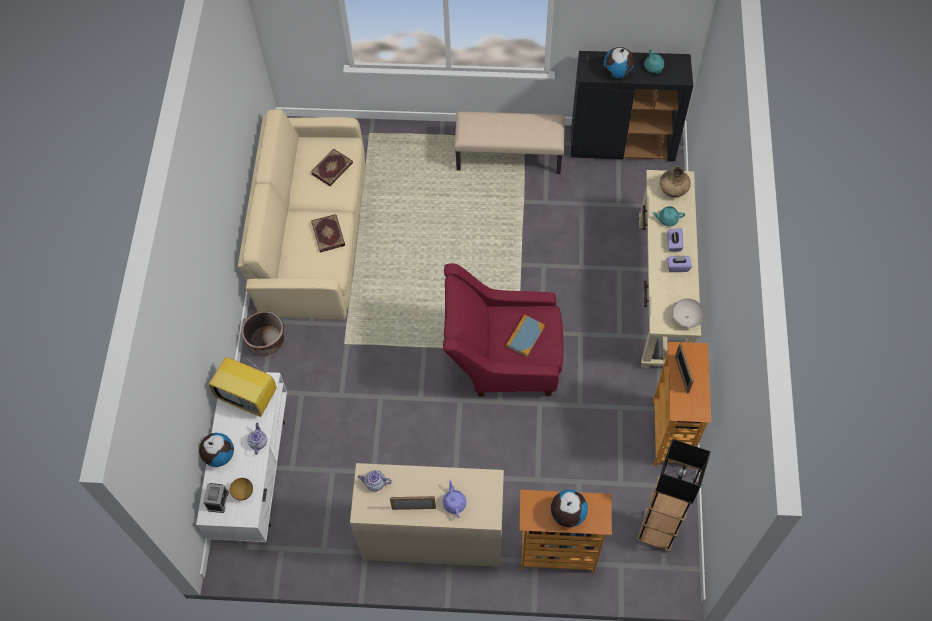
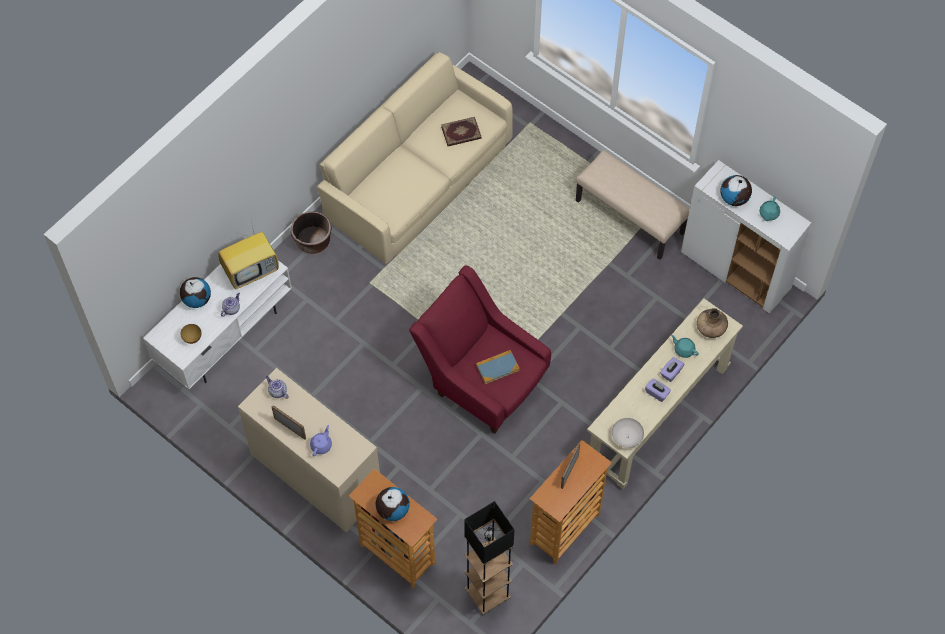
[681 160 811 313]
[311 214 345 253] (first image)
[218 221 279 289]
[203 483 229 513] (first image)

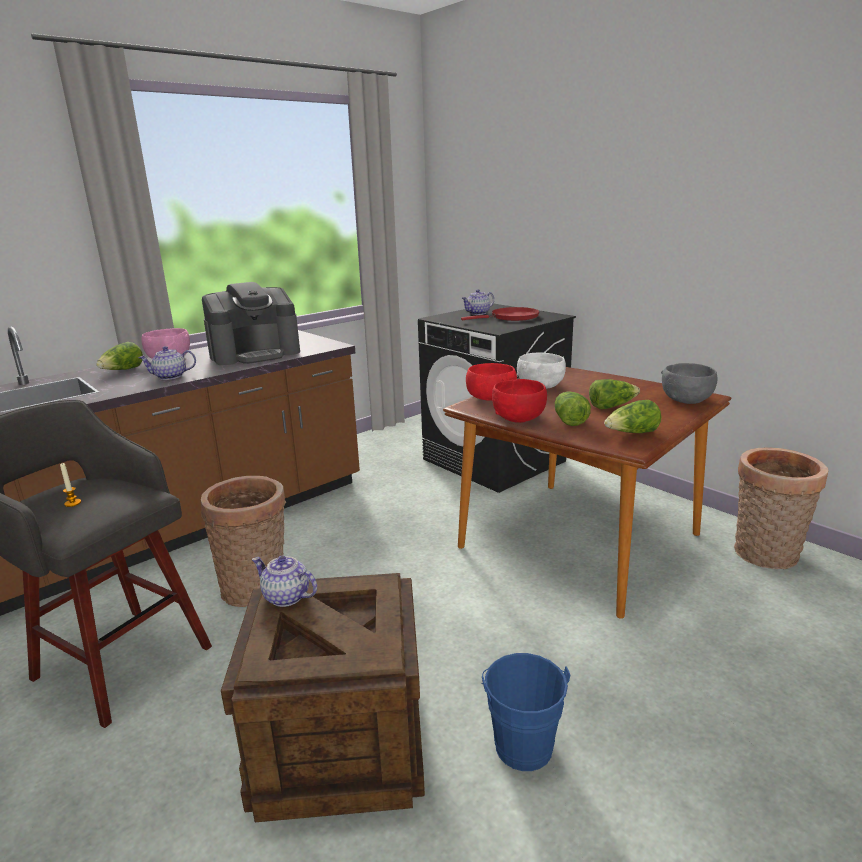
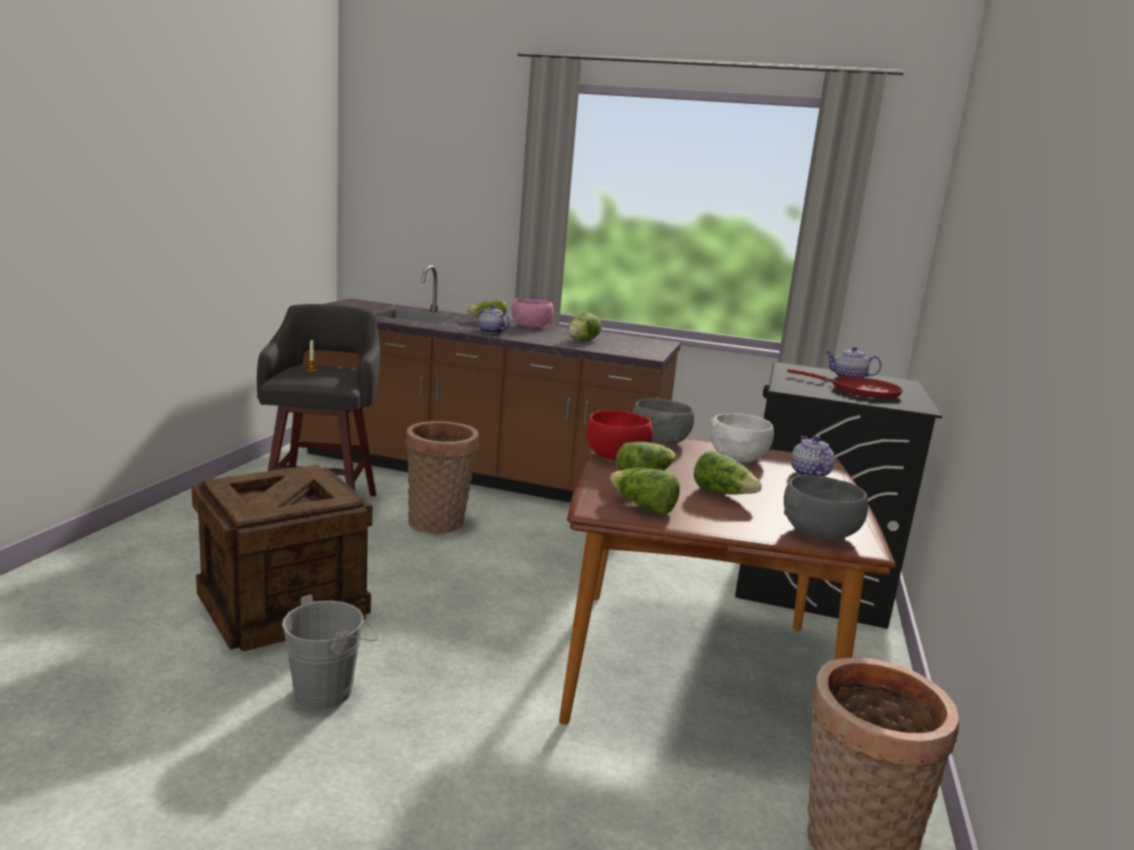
[568 313 602 341]
[632 398 694 445]
[791 436 835 476]
[282 595 378 710]

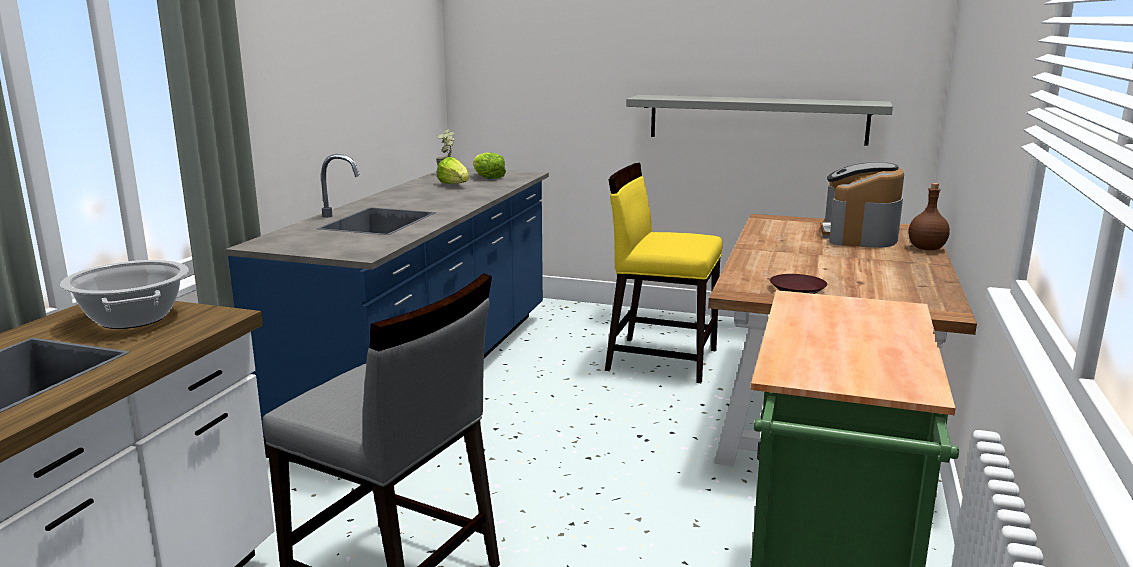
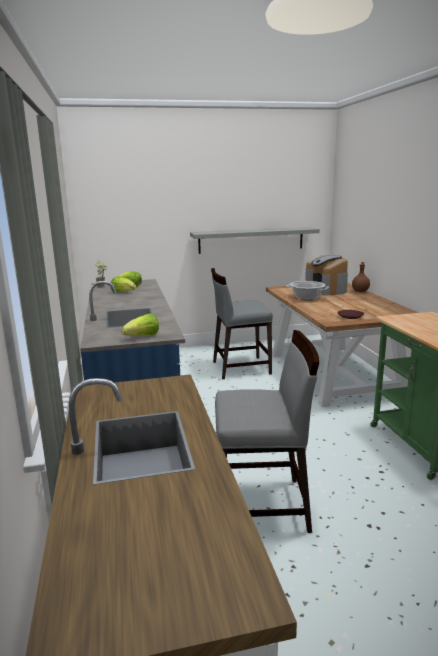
[211 268 273 379]
[287 281 329 300]
[121 313 159 336]

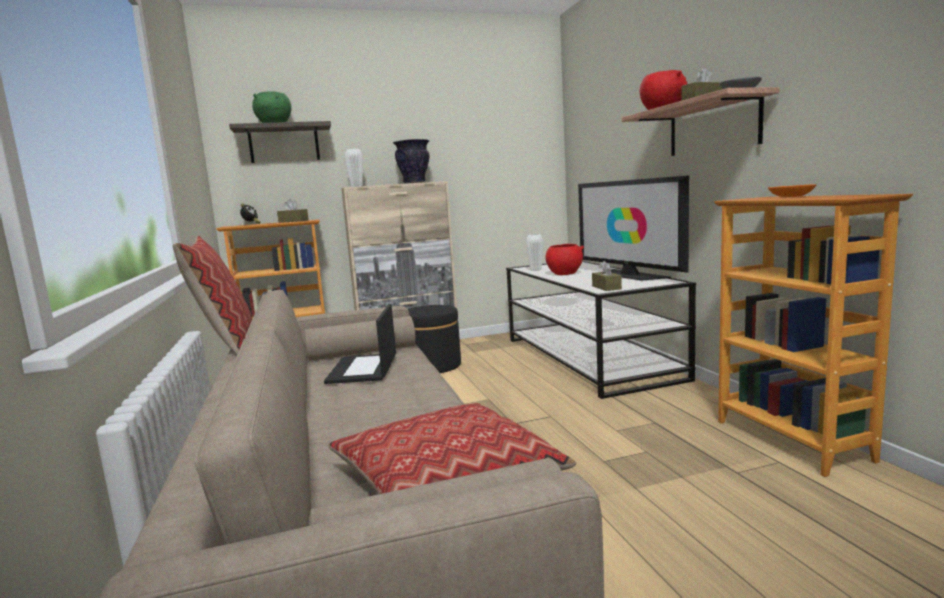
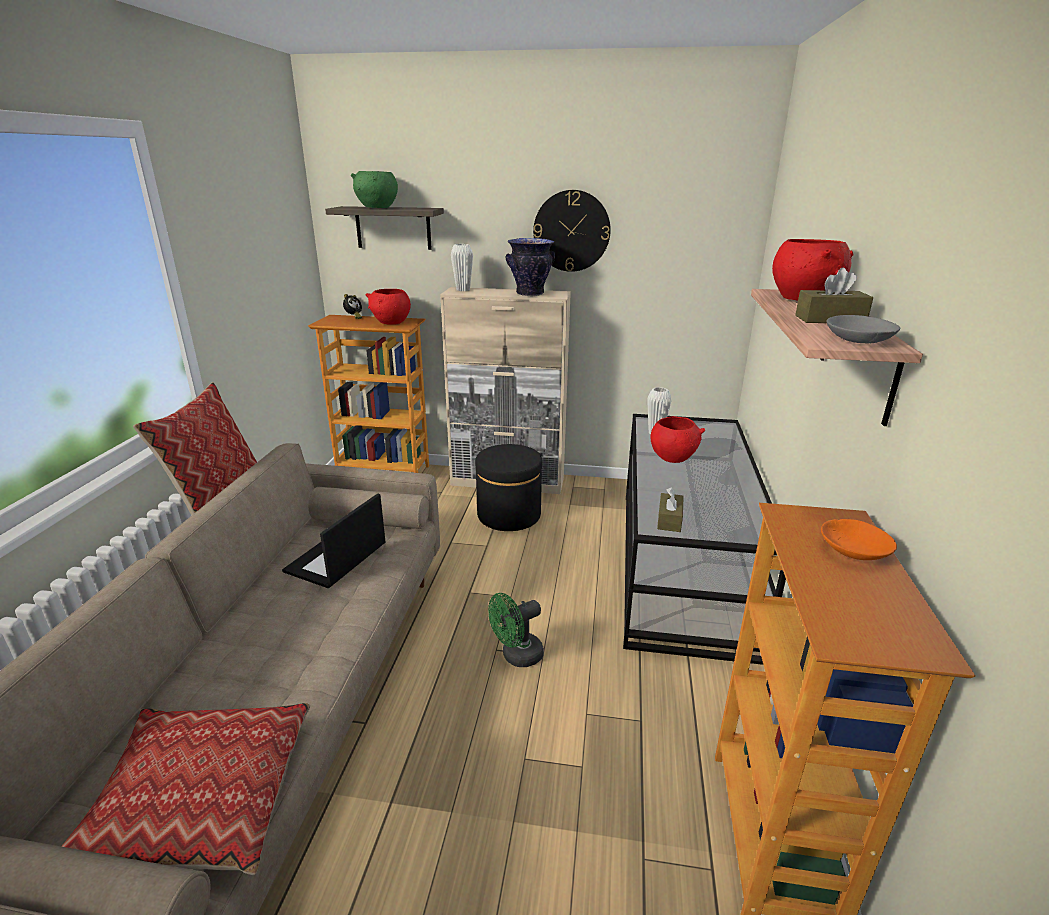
[578 175 689 280] (first image)
[365 289 411 325]
[533 190 611 272]
[488 593 544 667]

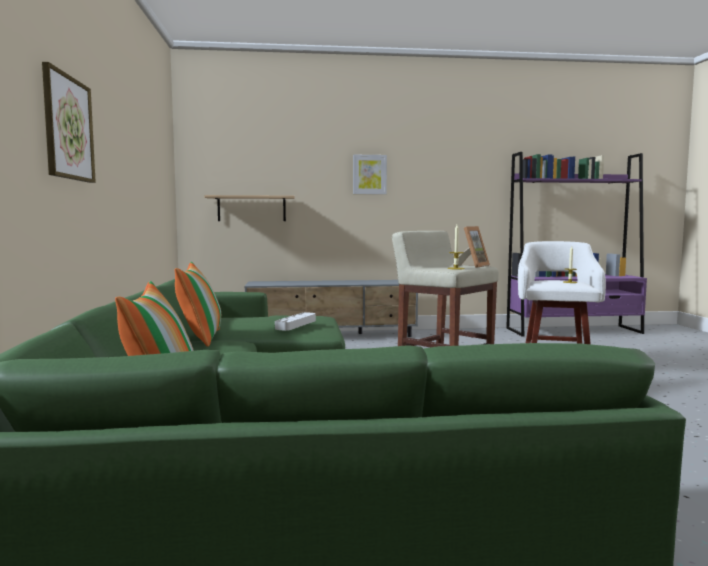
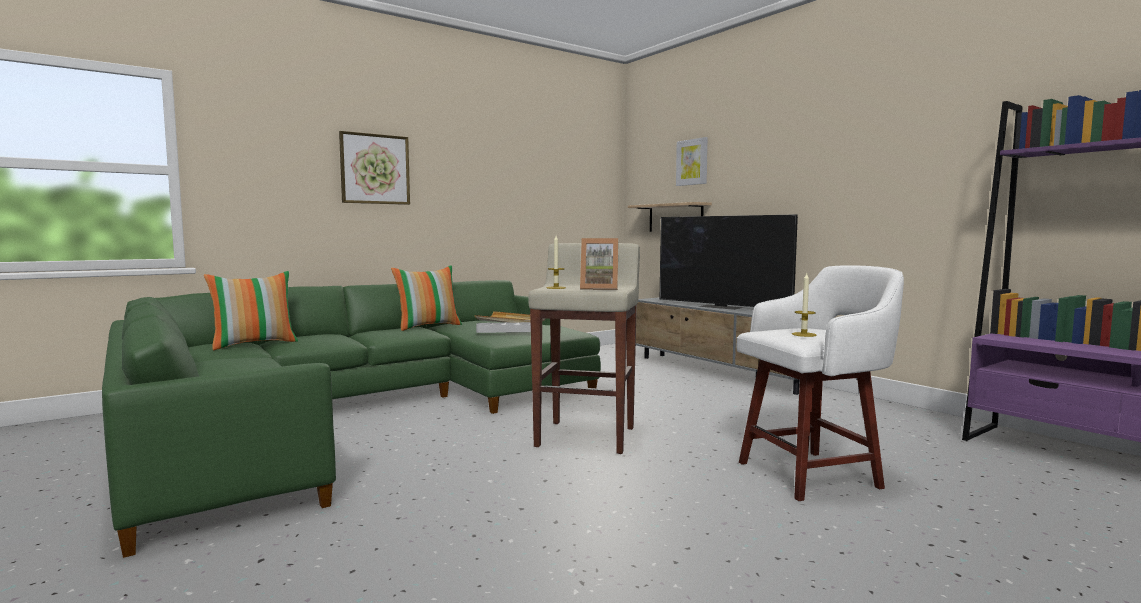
[676 137 708 186]
[660 214 798 310]
[475 311 545 323]

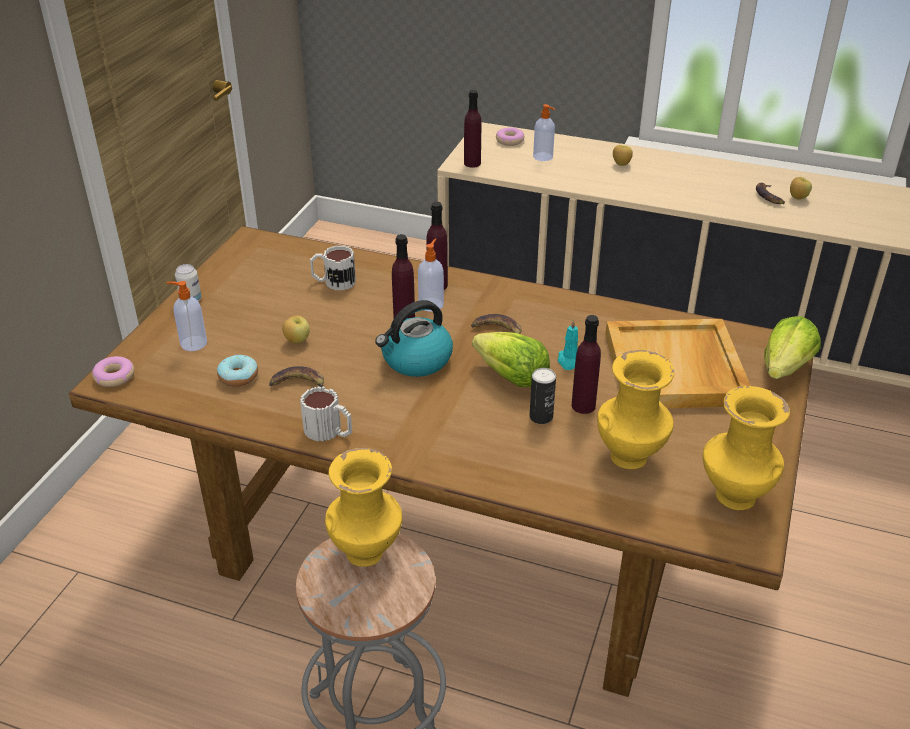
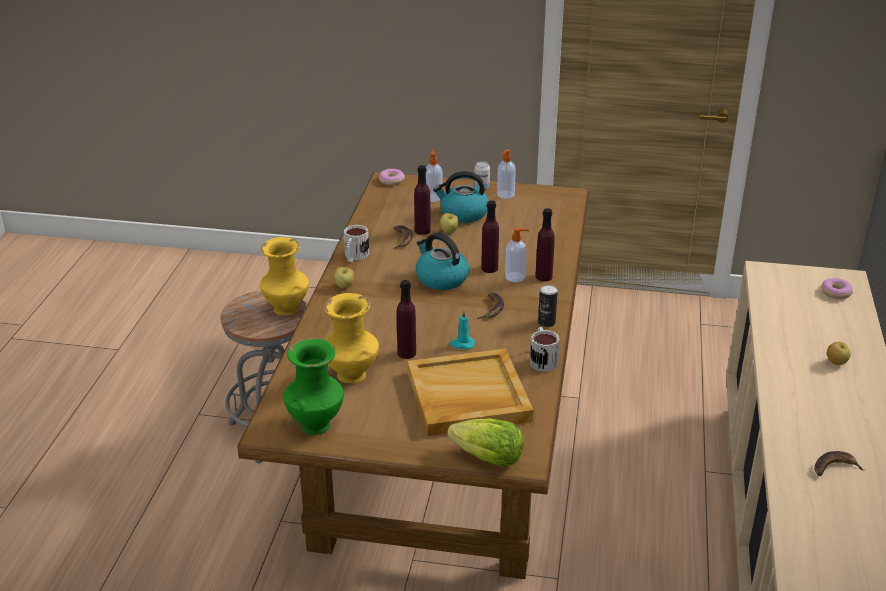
[414 165 431 235]
[497 149 516 199]
[334 267 354 288]
[530 327 560 372]
[472 332 550 387] (first image)
[217 354 258 387] (first image)
[538 284 558 327]
[283 338 344 435]
[433 171 489 223]

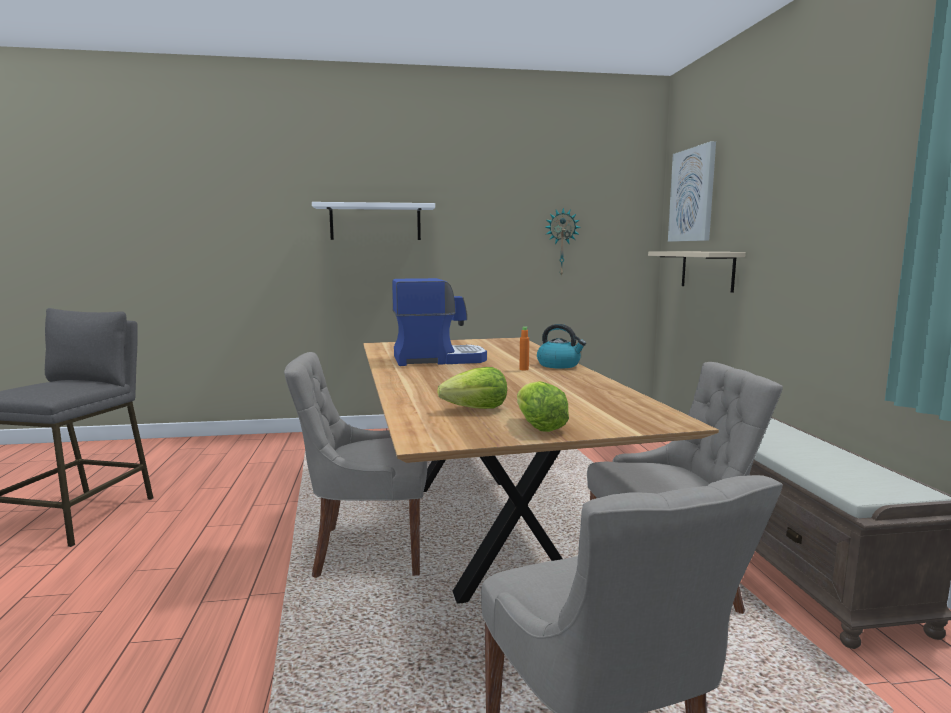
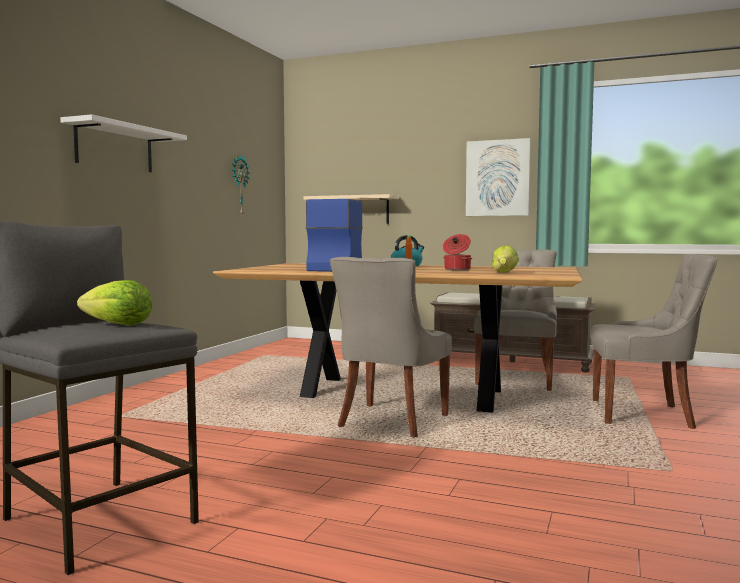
[466 138 531 216]
[77 280 152 325]
[443 234 472 270]

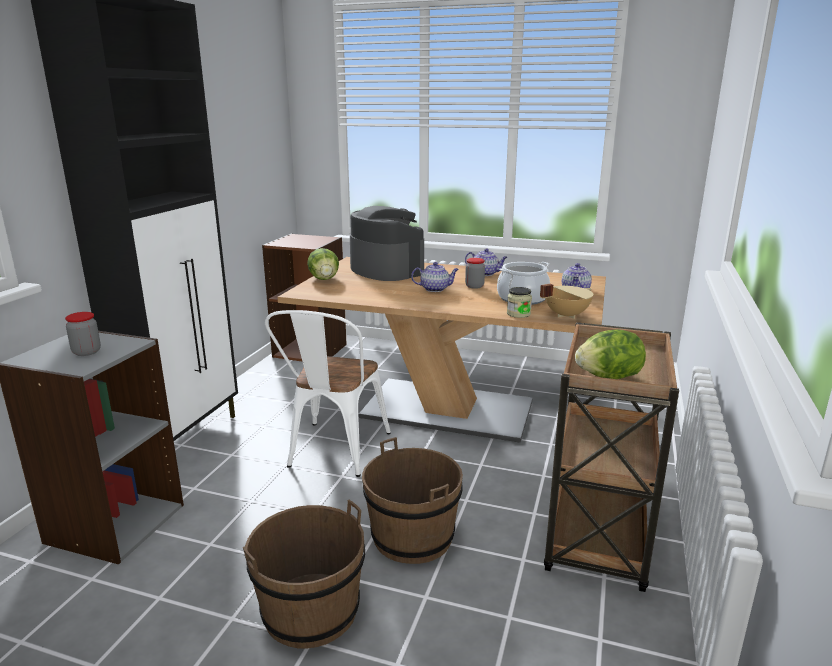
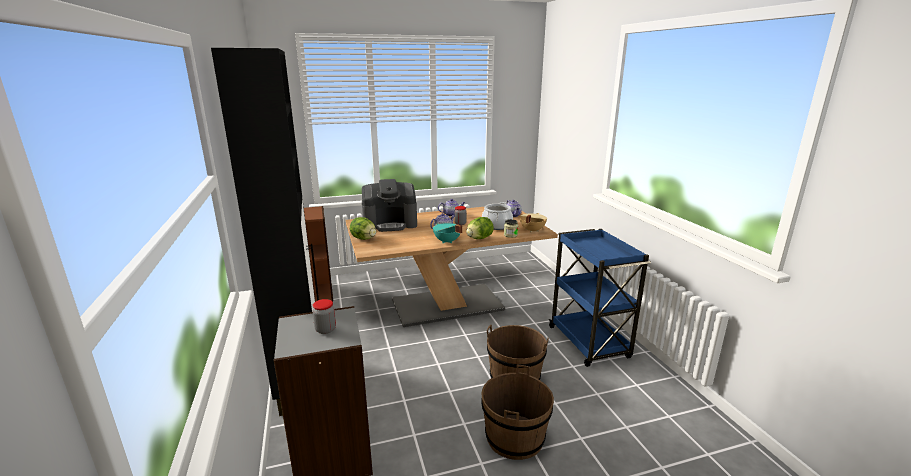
[362 179 417 232]
[265 310 391 477] (first image)
[549 229 651 367]
[466 217 494 239]
[433 223 463 244]

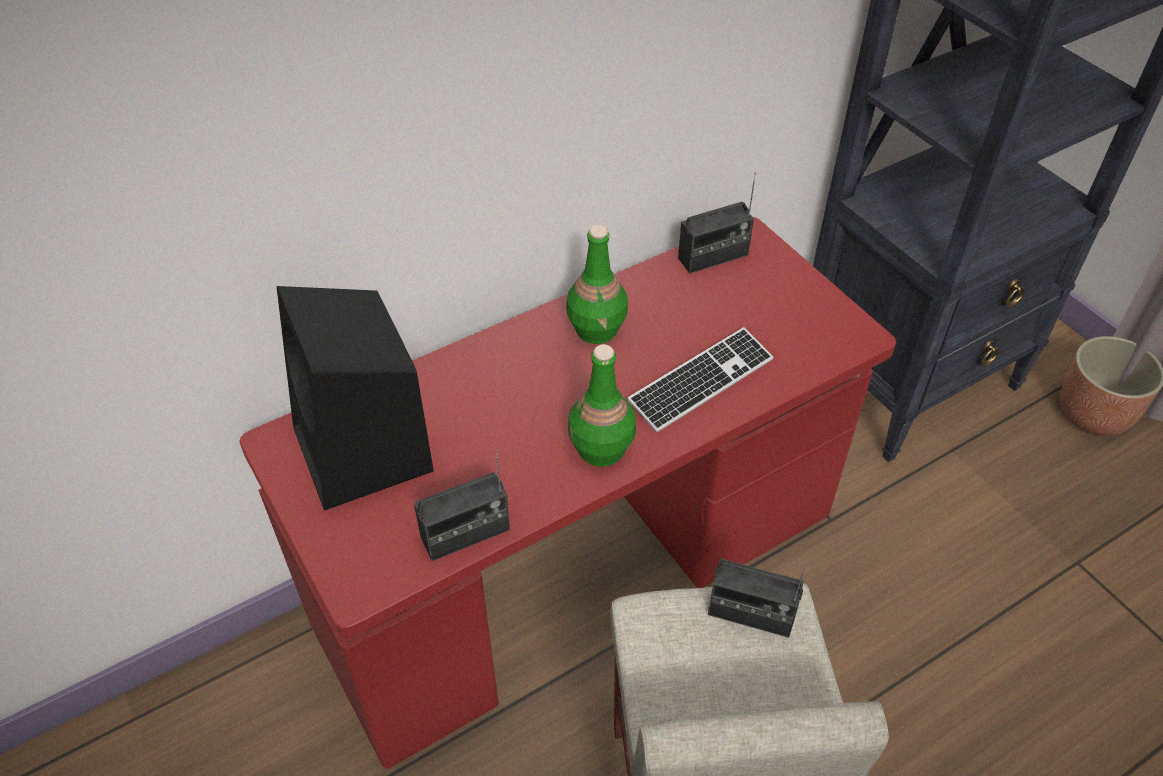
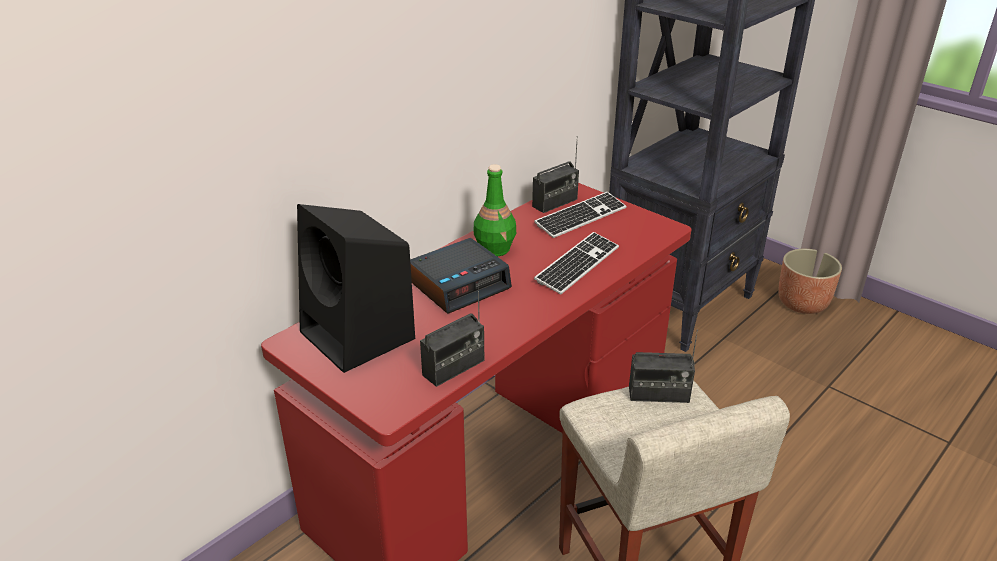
[568 344 636 467] (first image)
[534 192 627 238]
[410 238 512 314]

